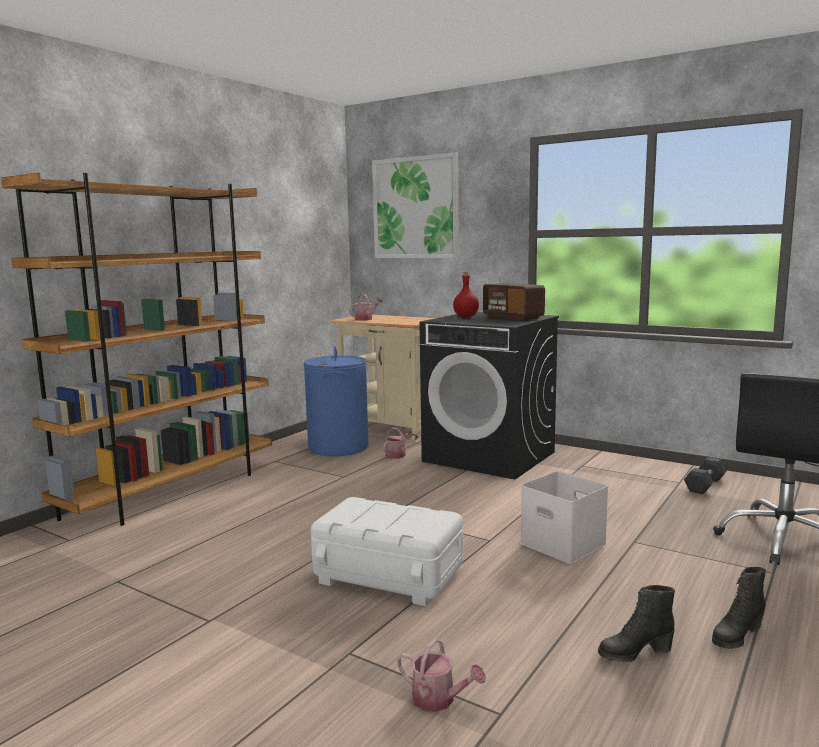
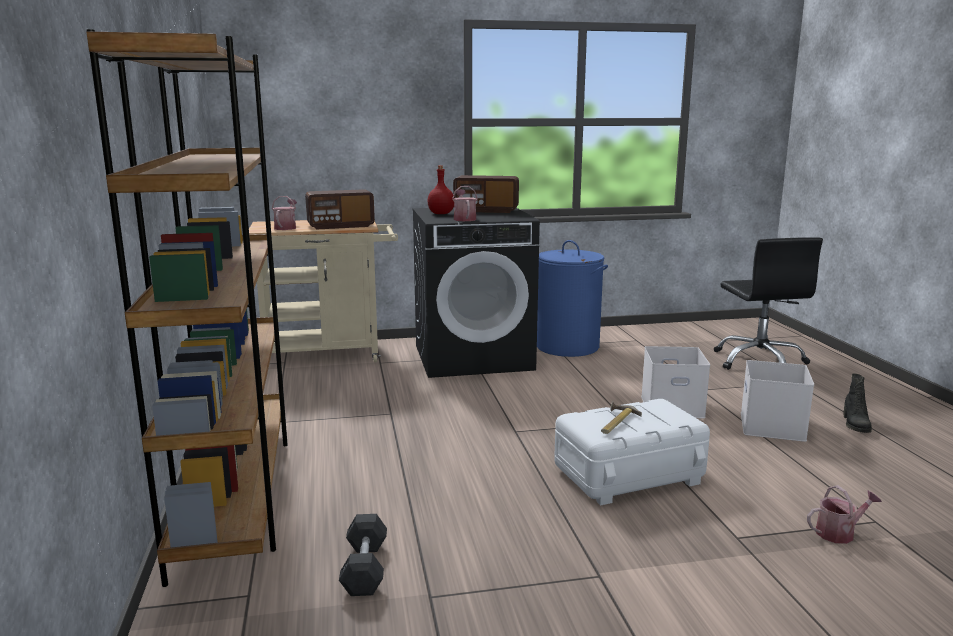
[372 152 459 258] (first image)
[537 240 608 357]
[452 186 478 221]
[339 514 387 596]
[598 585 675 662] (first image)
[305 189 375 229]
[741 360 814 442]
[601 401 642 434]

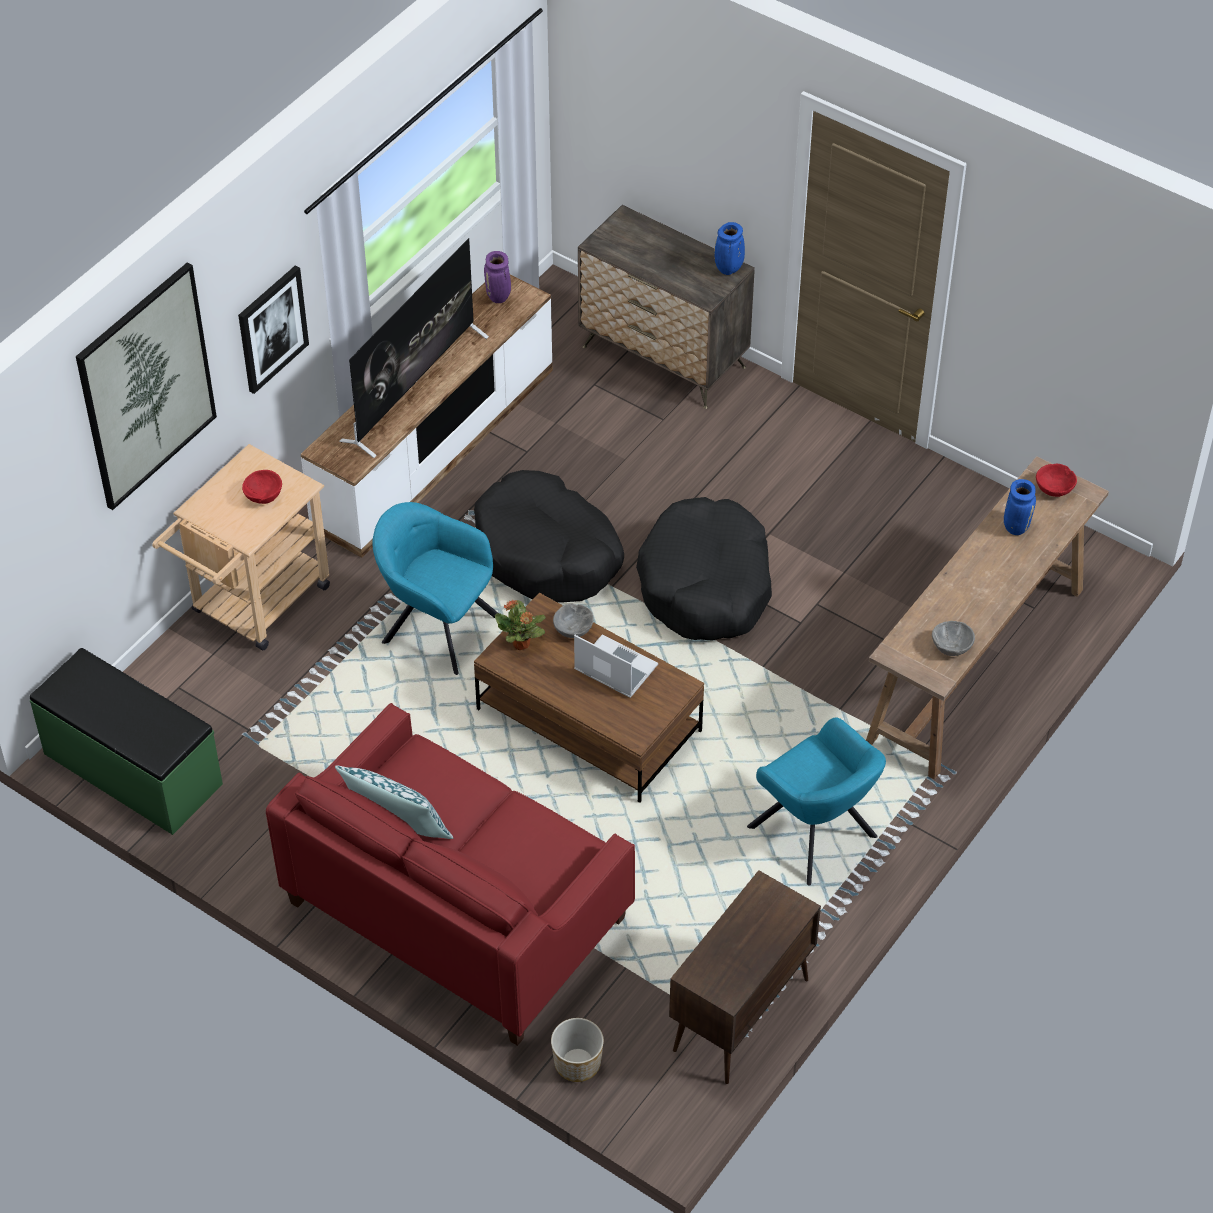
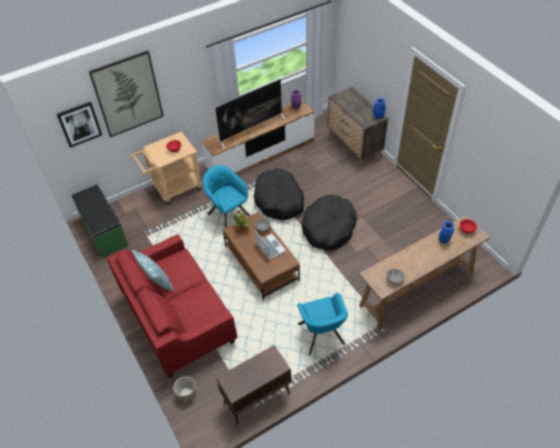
[57 101 102 148]

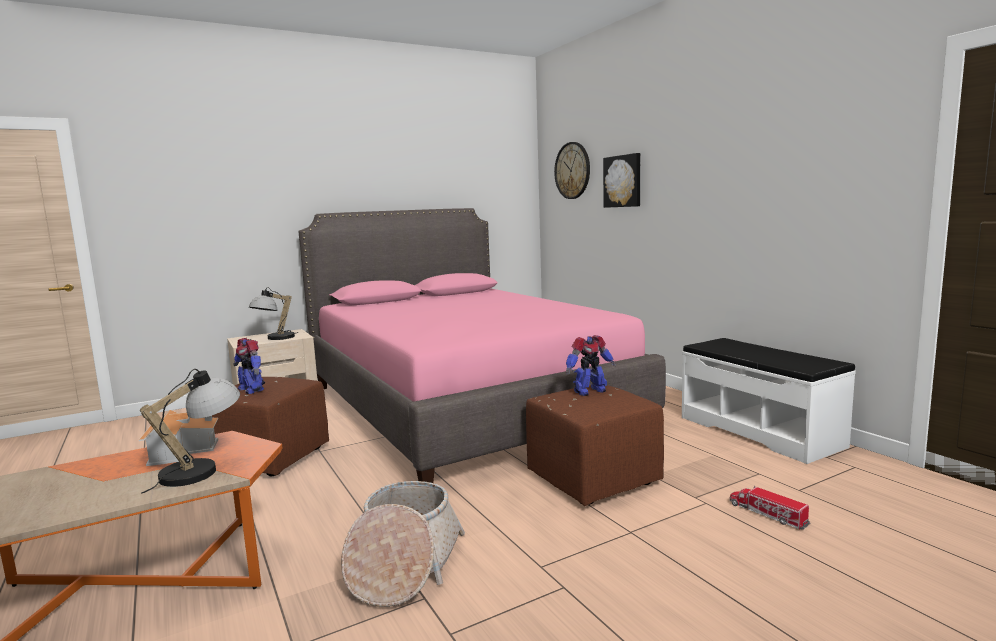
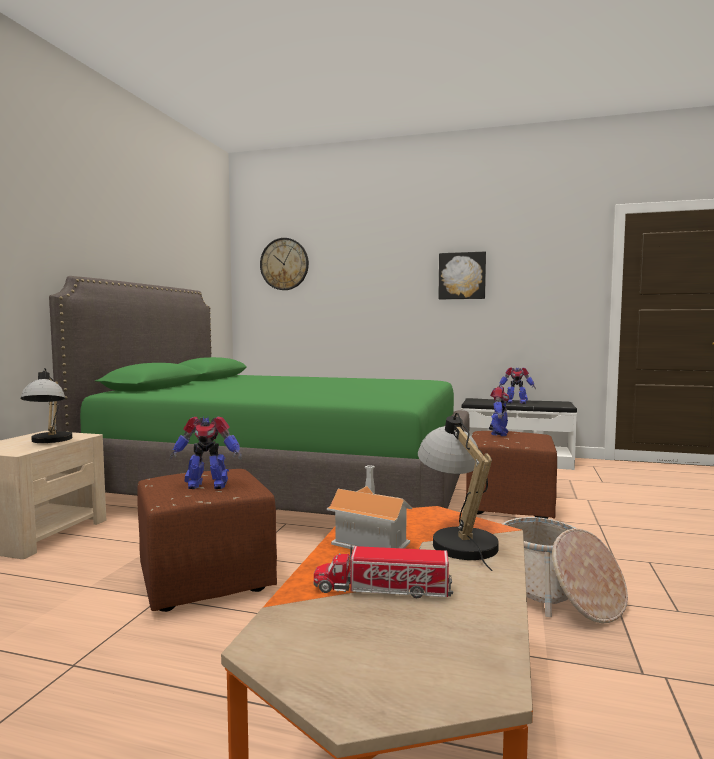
[438 252 486 299]
[49 276 469 515]
[314 545 453 598]
[498 367 536 404]

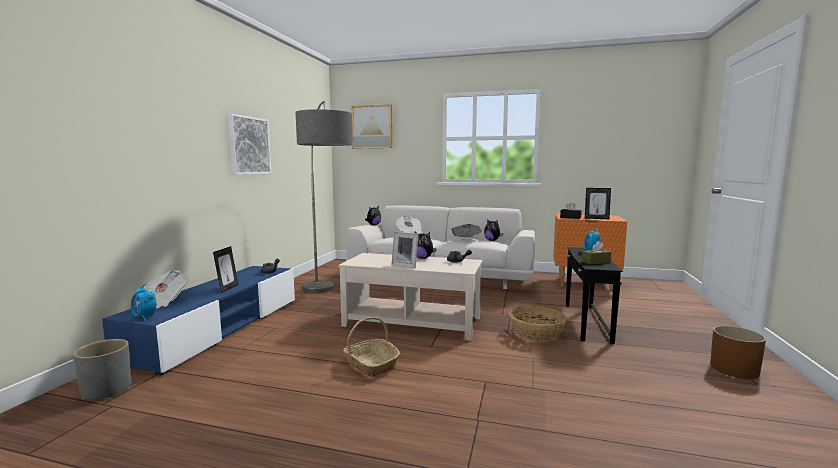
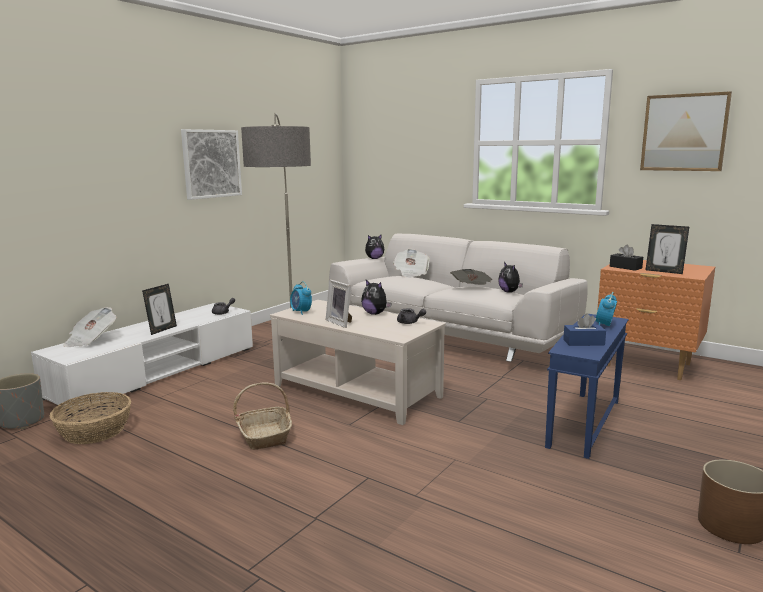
[640 91 732 171]
[563 313 606 346]
[545 314 629 459]
[31 303 253 411]
[290 281 312 315]
[50 392 131 444]

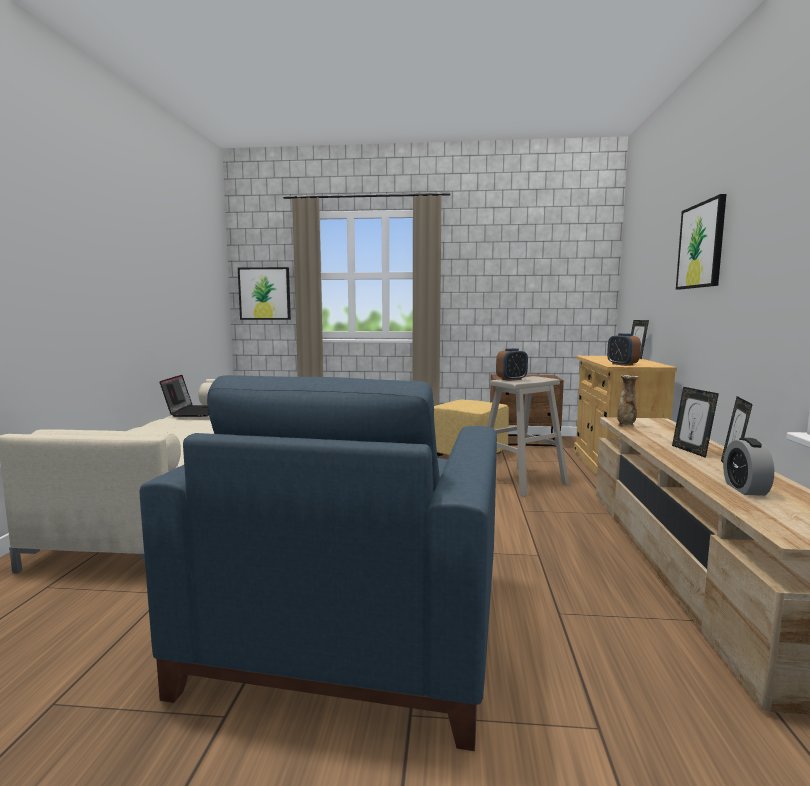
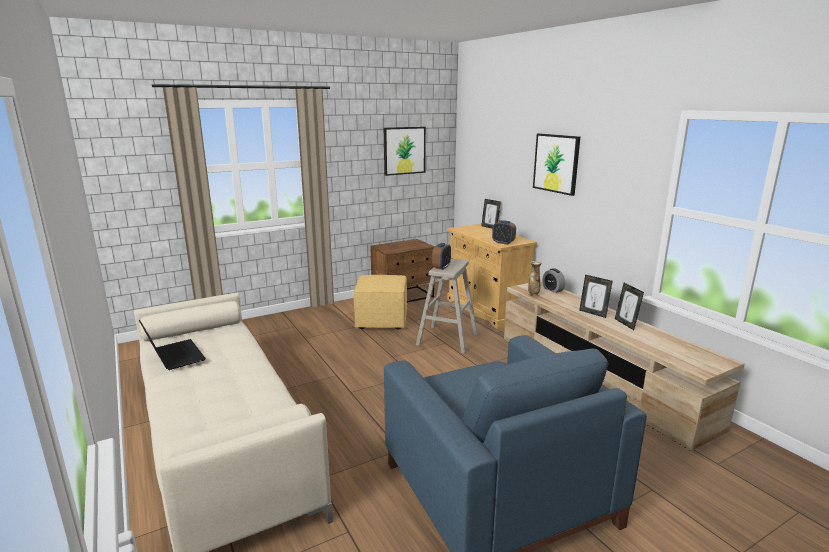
[384 127 426 176]
[543 268 565 293]

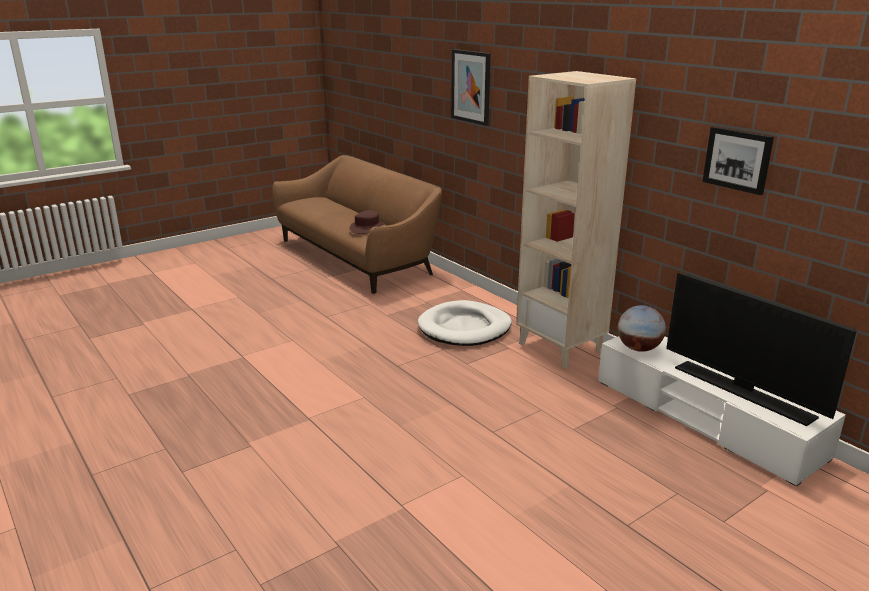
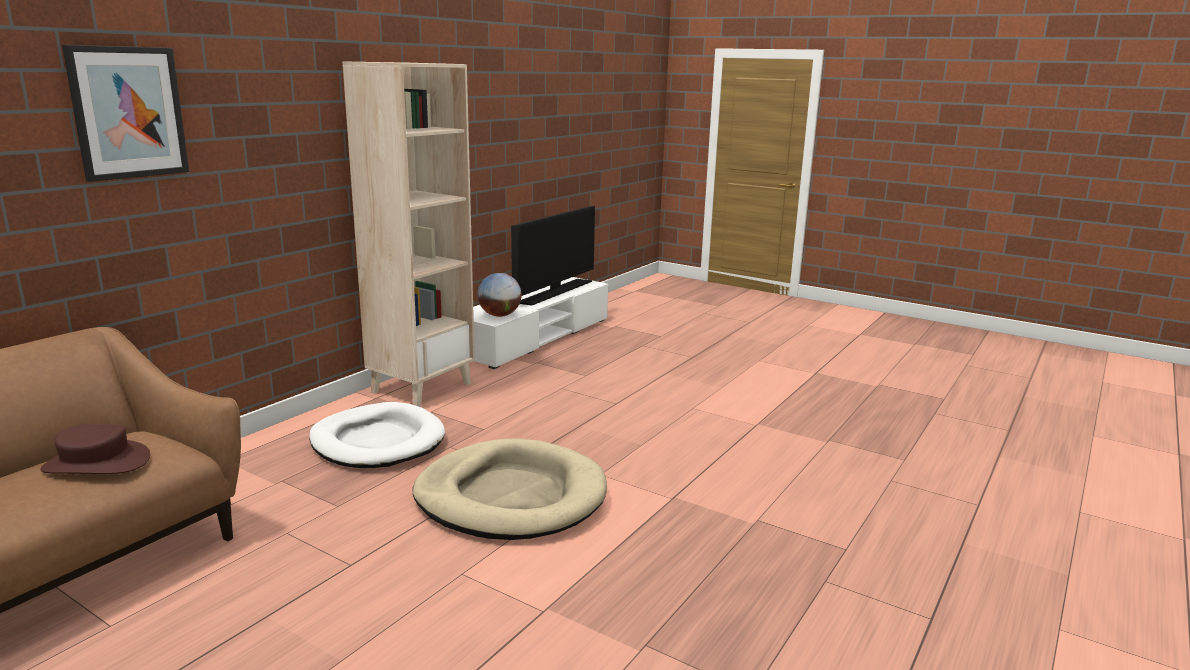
[702 127 774 195] (first image)
[413 438 607 540]

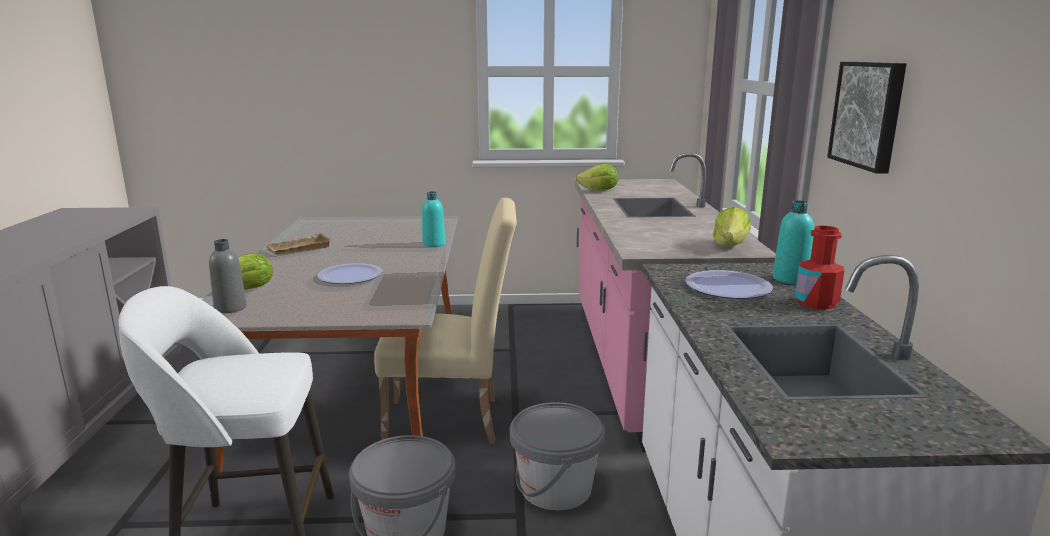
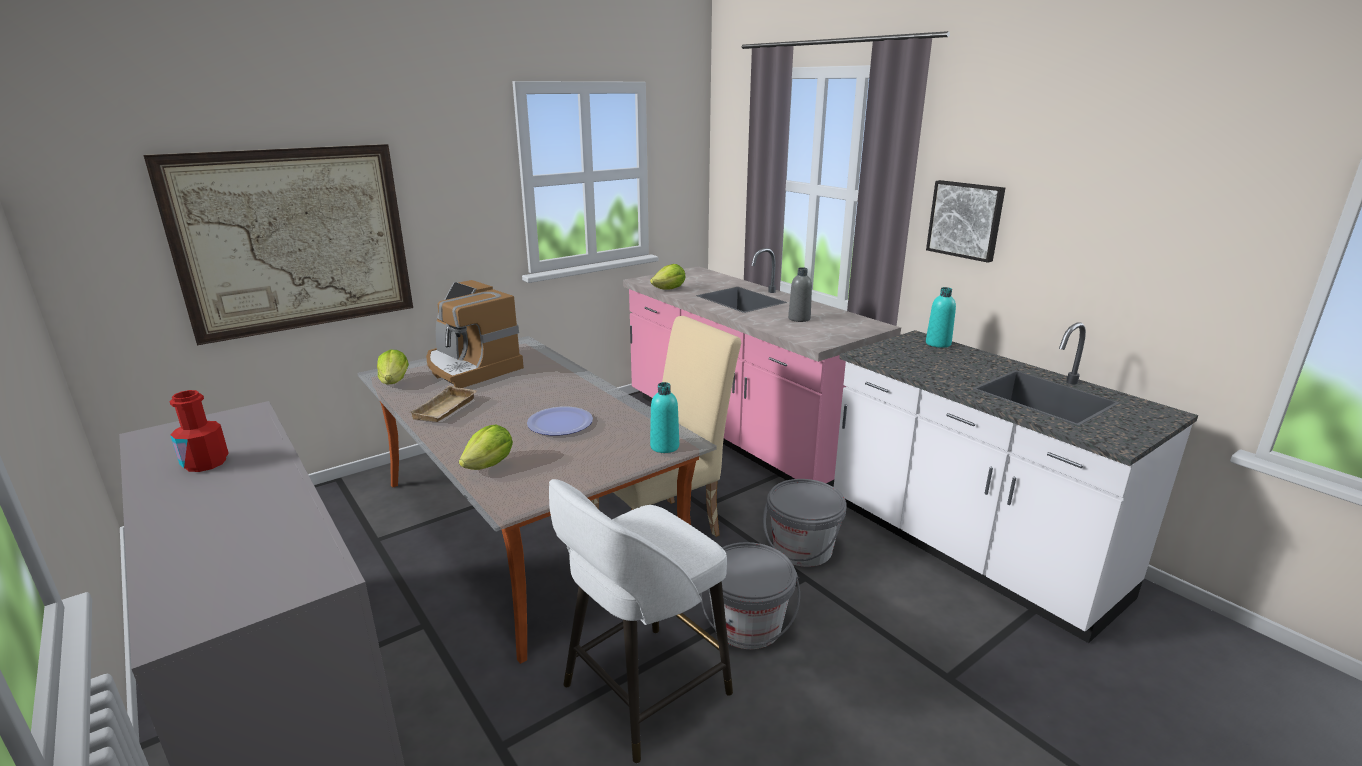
[650 382 679 453]
[377 349 409 385]
[169 390 229 472]
[788 268 812 322]
[685 270 773 299] (first image)
[143 144 413 345]
[426 280 524 388]

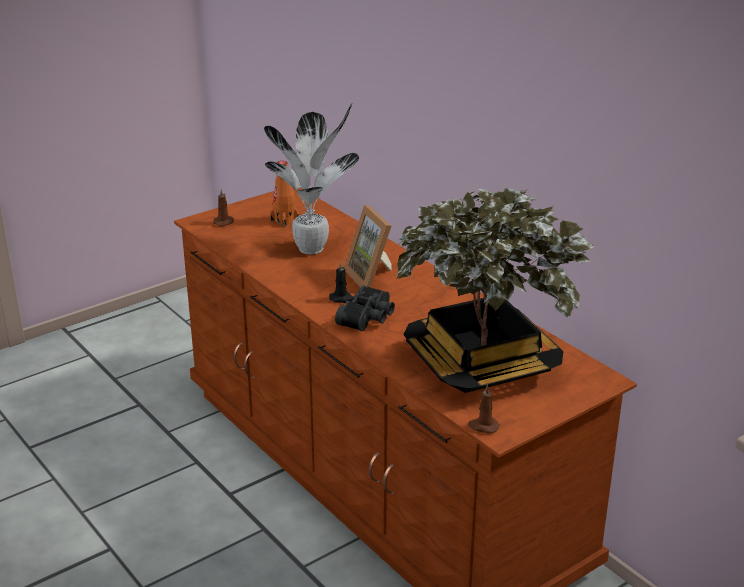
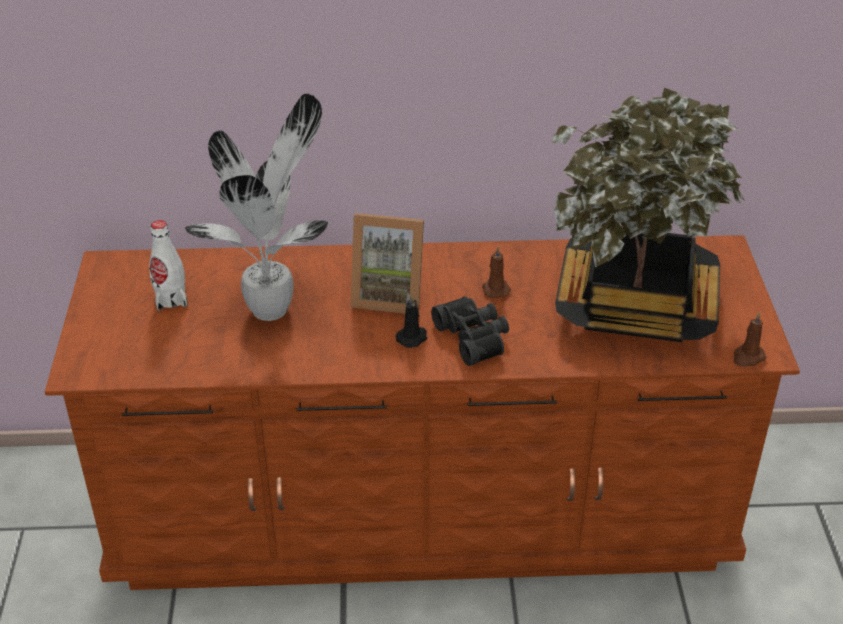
[149 220 188 311]
[482 247 511 298]

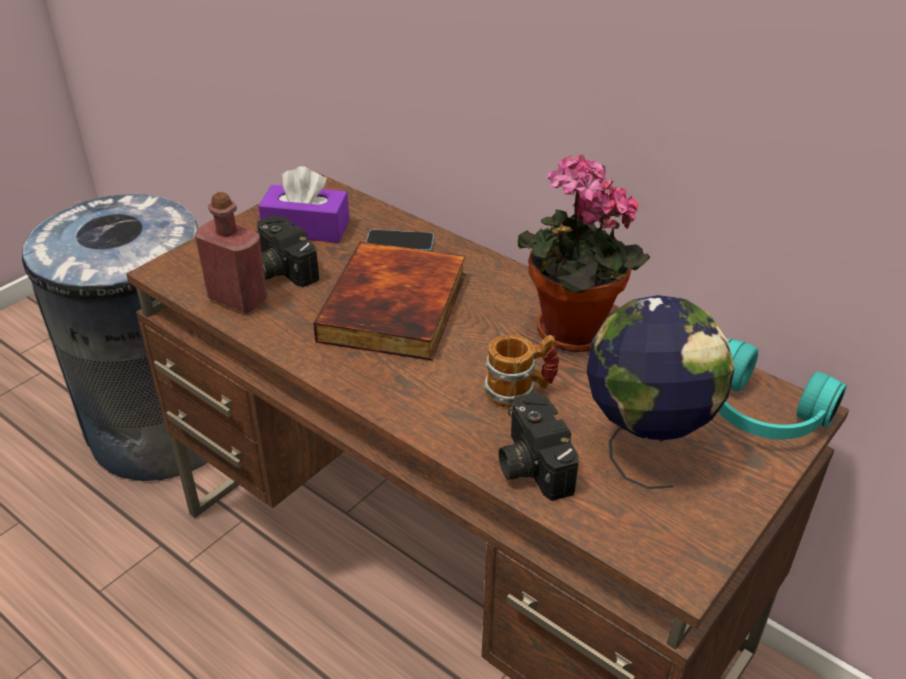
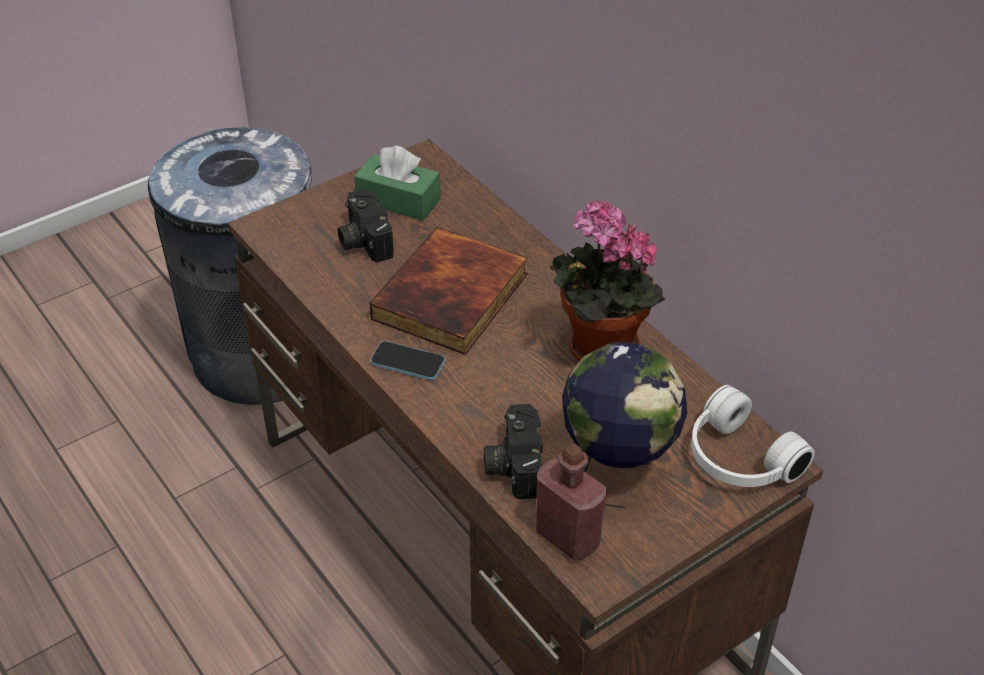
[354 146 441 221]
[536 444 607 561]
[370 341 445 380]
[483 334 559 408] (first image)
[691 385 815 487]

